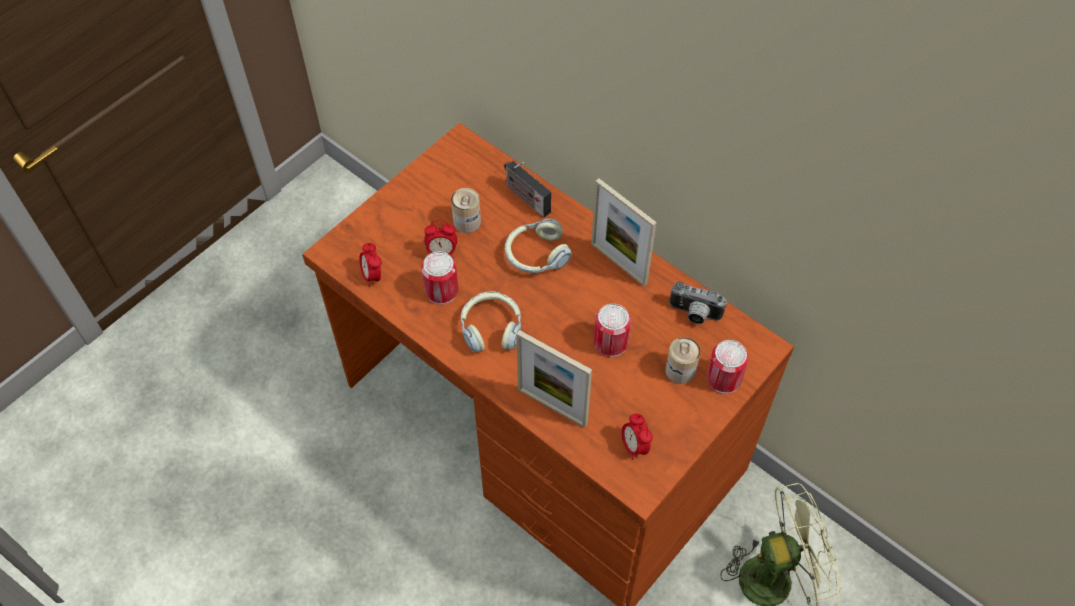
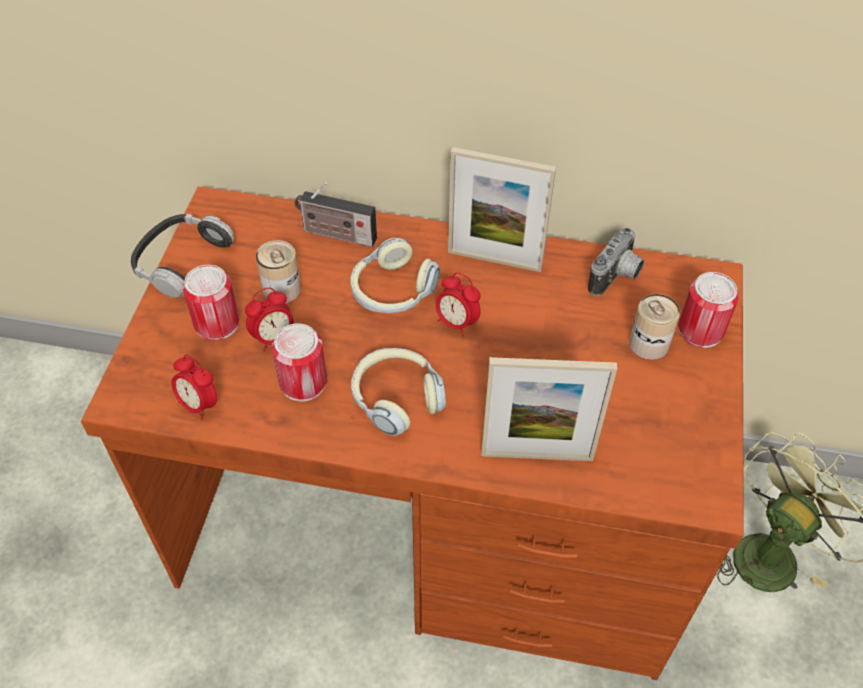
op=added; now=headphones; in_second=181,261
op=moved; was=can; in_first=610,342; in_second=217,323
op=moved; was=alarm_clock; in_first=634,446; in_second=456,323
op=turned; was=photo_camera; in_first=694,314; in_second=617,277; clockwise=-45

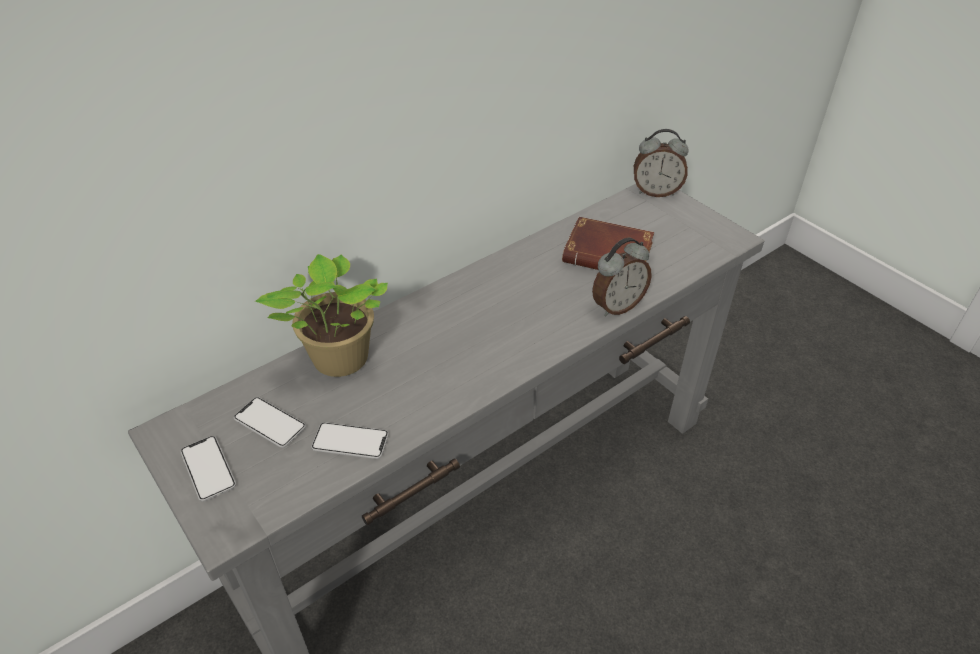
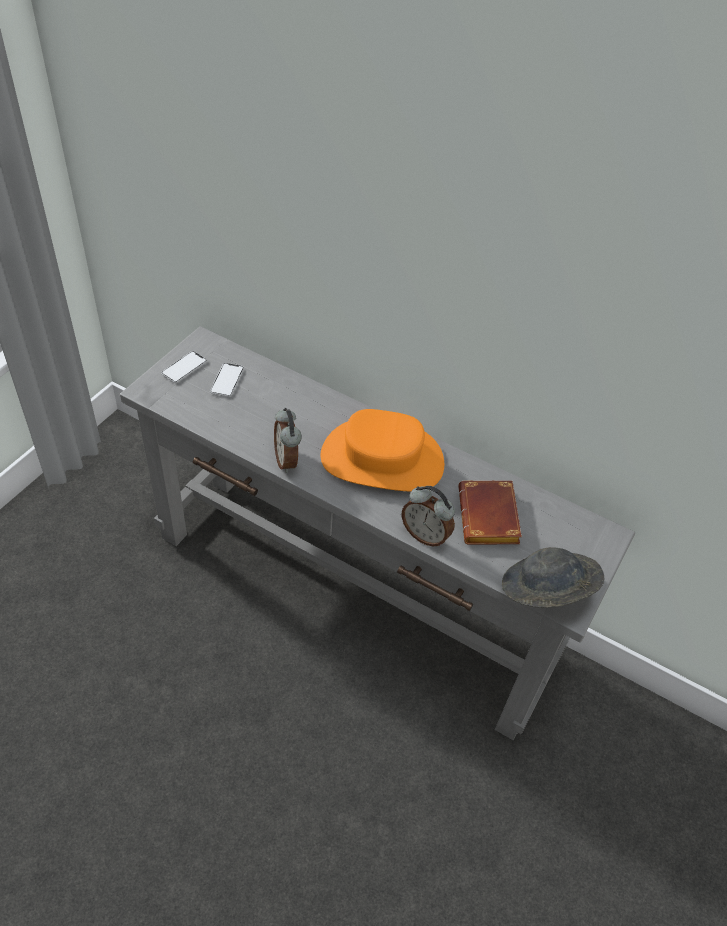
op=moved; was=alarm_clock; in_first=656,192; in_second=287,460
op=added; now=orange_hat; in_second=382,460
op=added; now=grey_hat; in_second=546,592
op=removed; was=potted_plant; in_first=337,361
op=removed; was=phone; in_first=350,441

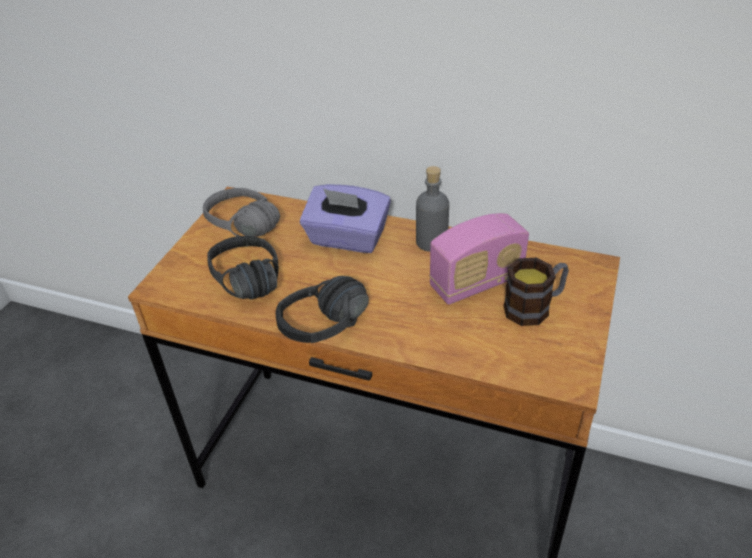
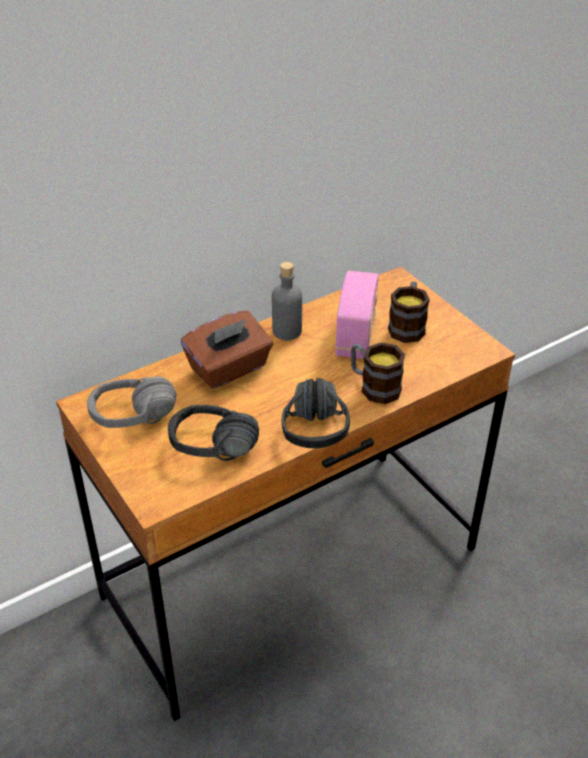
op=recoloured; was=purple_tissue_box; now=brown_tissue_box; in_first=347,239; in_second=229,369
op=added; now=mug; in_second=374,386

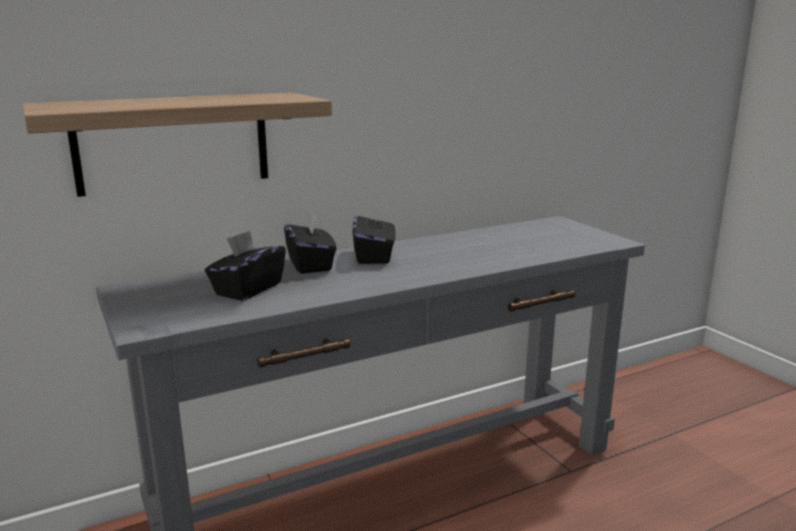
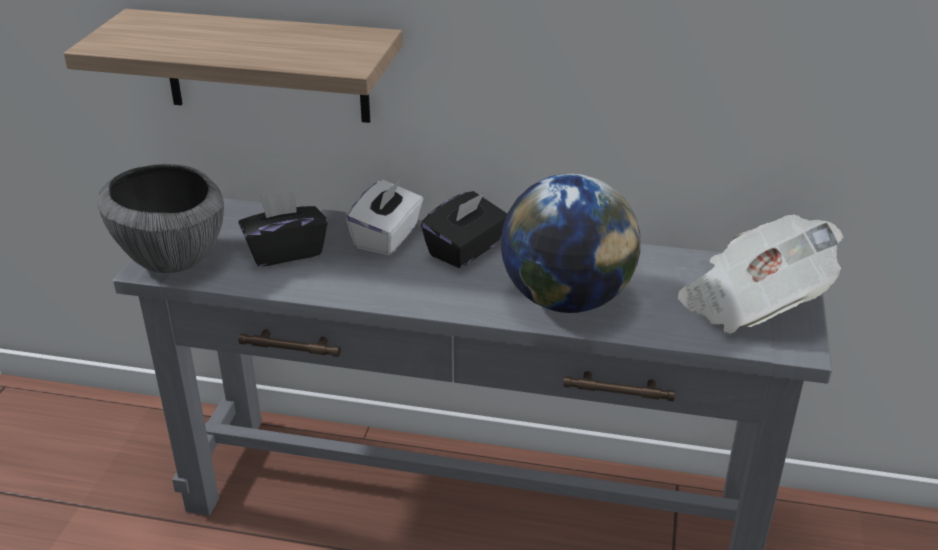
op=added; now=bowl; in_second=172,259
op=recoloured; was=black_tissue_box; now=white_tissue_box; in_first=311,264; in_second=387,237
op=added; now=globe; in_second=566,300
op=added; now=newspaper; in_second=752,304

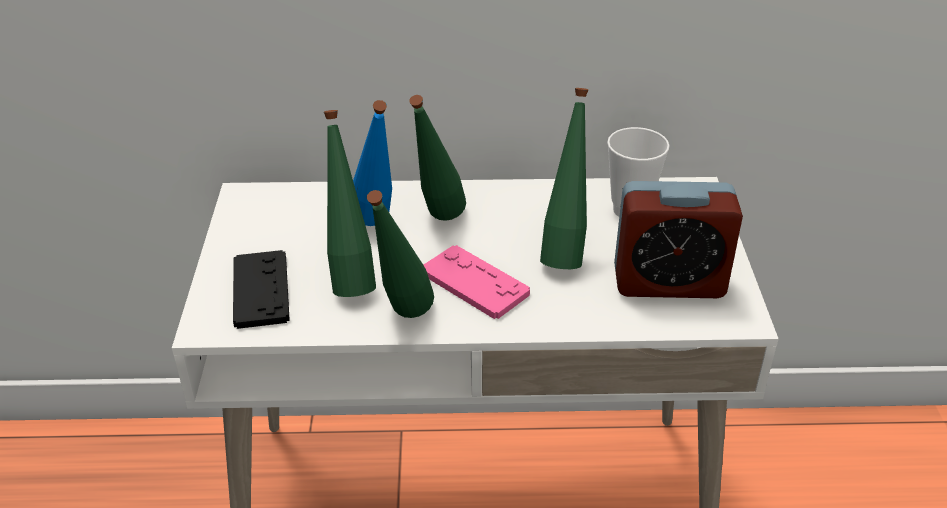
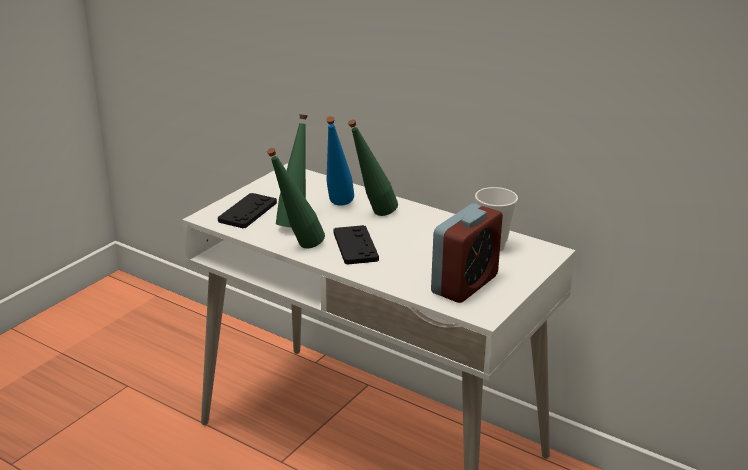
op=recoloured; was=pink_game_controller; now=black_game_controller; in_first=474,283; in_second=355,246
op=turned; was=alarm_clock; in_first=668,282; in_second=464,284; clockwise=-90
op=removed; was=green_bottle; in_first=564,253

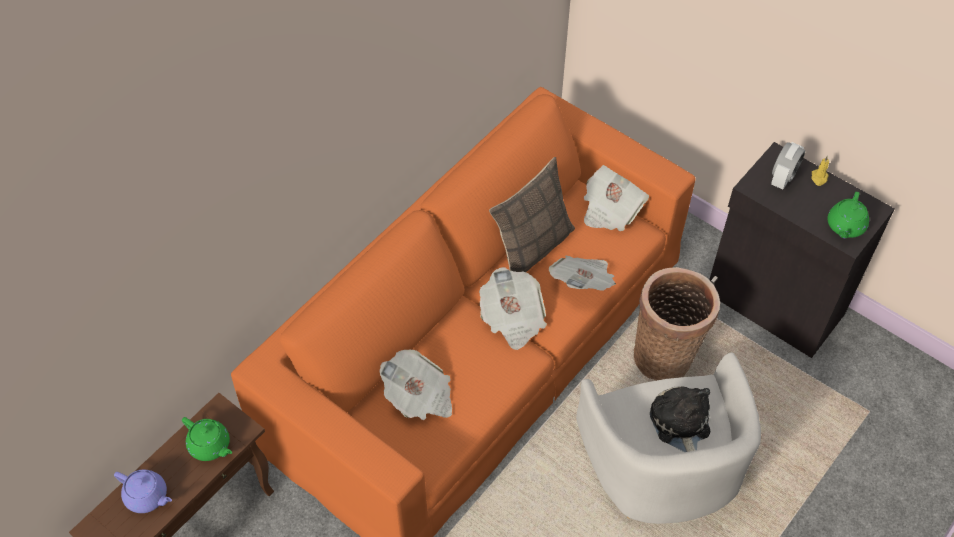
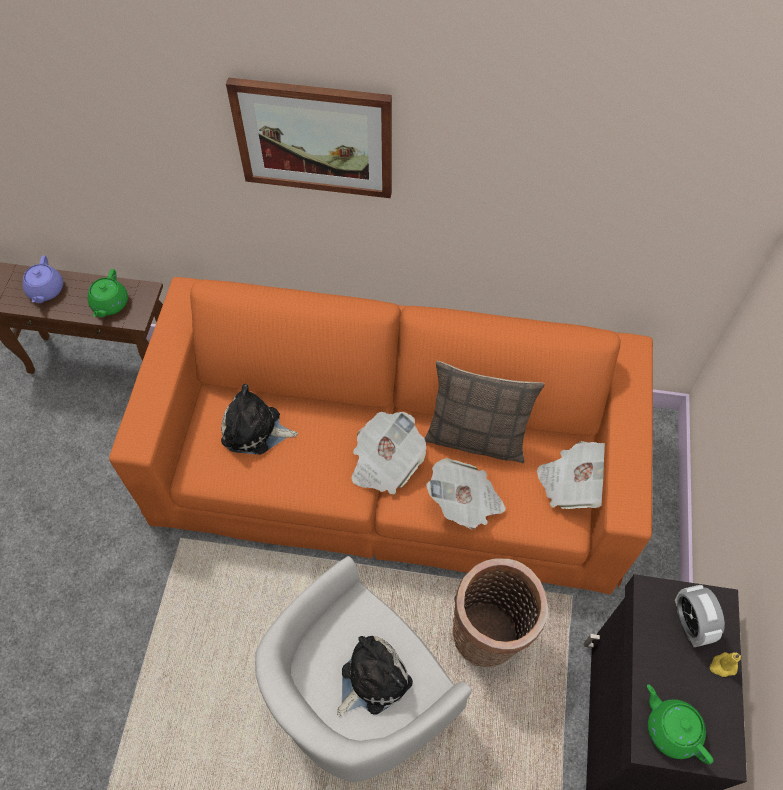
op=replaced; was=newspaper; now=plush_toy; in_first=419,397; in_second=255,430
op=added; now=picture; in_second=314,137
op=turned; was=green_teapot; in_first=845,226; in_second=671,729; clockwise=60
op=turned; was=alarm_clock; in_first=783,178; in_second=690,623; clockwise=75

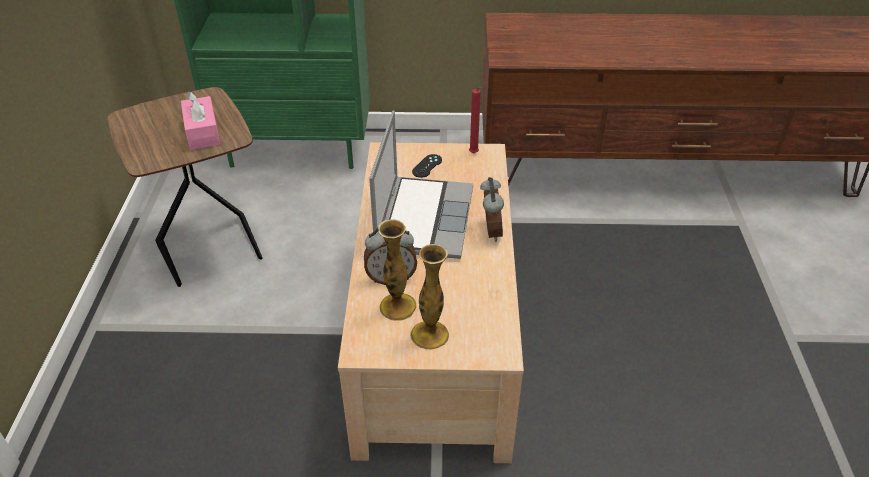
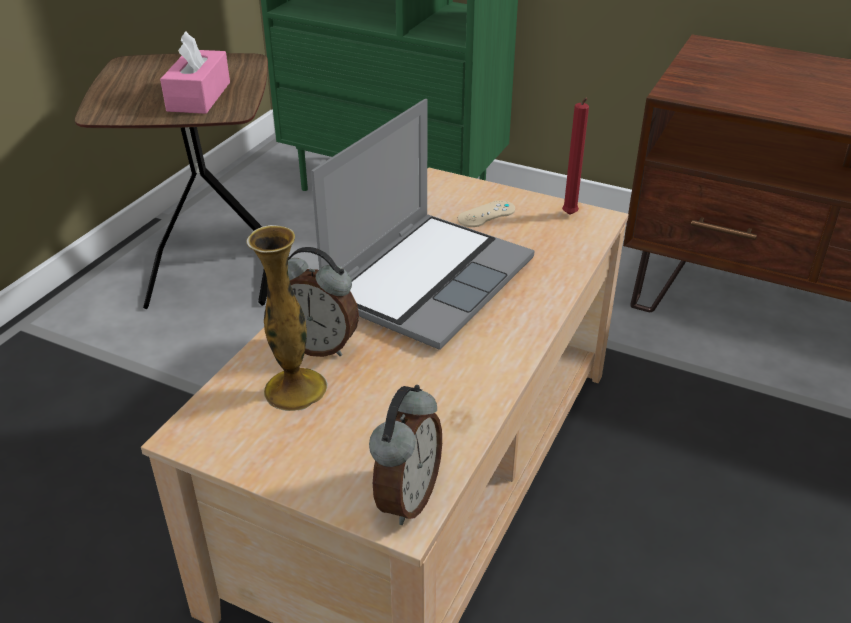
op=moved; was=alarm_clock; in_first=490,231; in_second=406,498
op=recoloured; was=black_game_controller; now=beige_game_controller; in_first=427,166; in_second=486,214
op=removed; was=vase; in_first=429,335

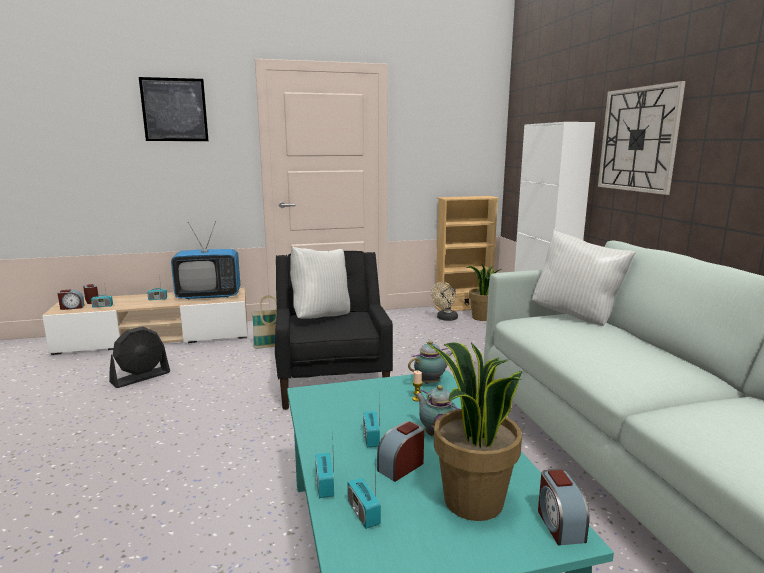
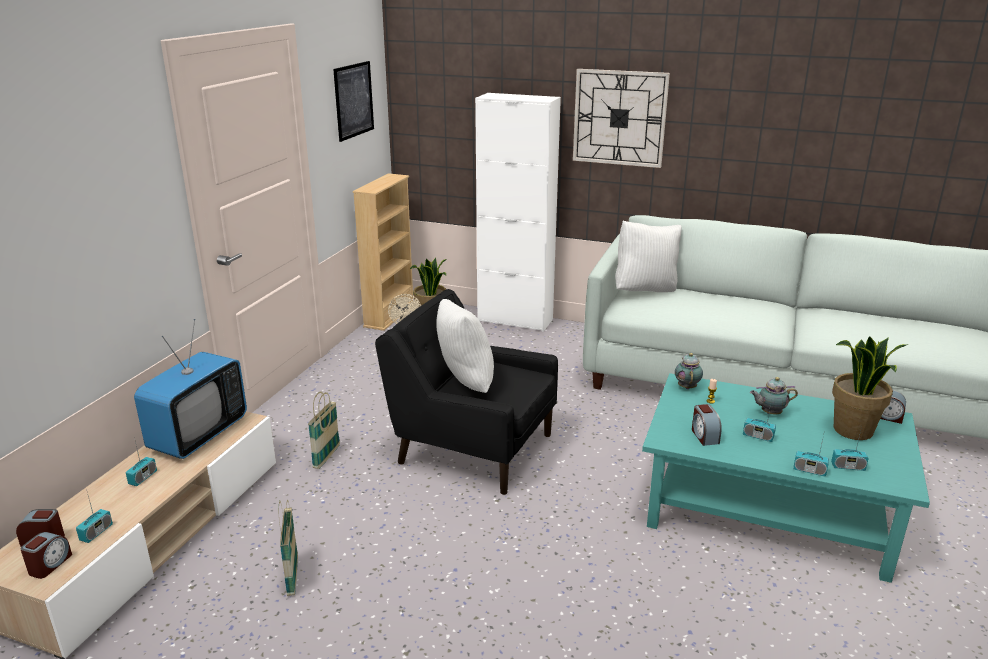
op=replaced; was=black_fan; now=basket; in_first=141,377; in_second=293,576
op=moved; was=picture; in_first=174,110; in_second=354,100
op=moved; was=alarm_clock; in_first=401,466; in_second=704,436

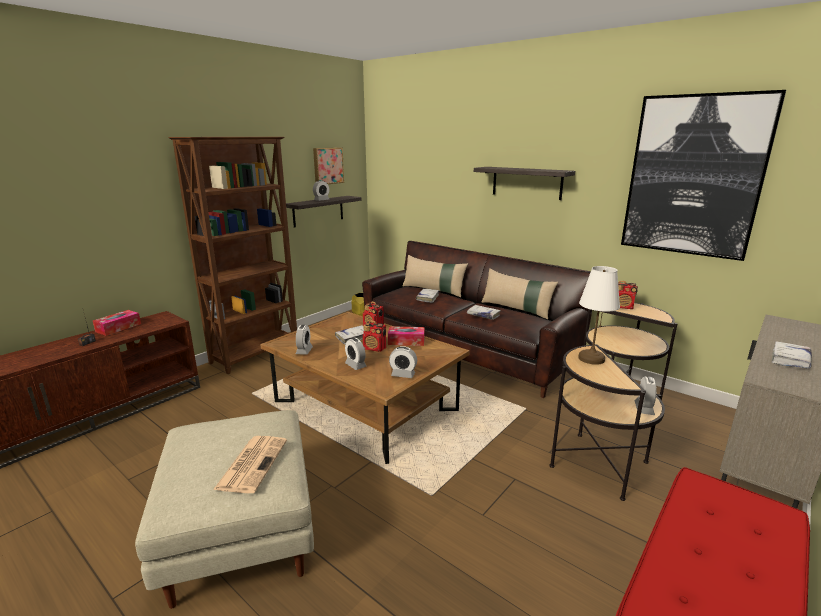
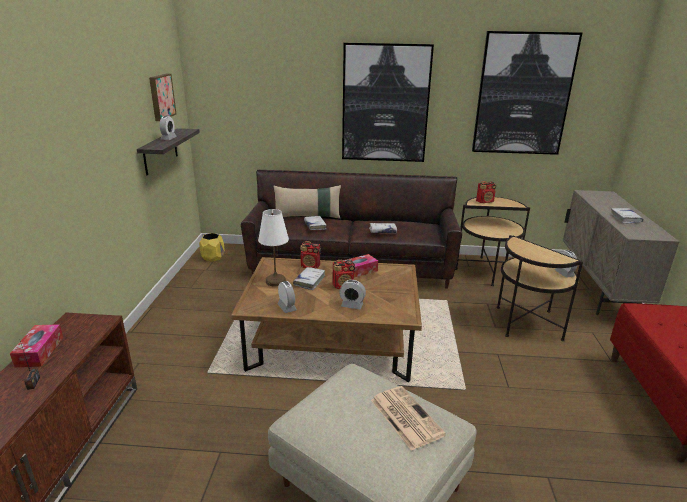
op=moved; was=white_table_lamp; in_first=590,358; in_second=275,281
op=replaced; was=shelf; now=picture; in_first=526,182; in_second=385,104
op=removed; was=brown_bookcase; in_first=256,354
op=removed; was=alarm_clock; in_first=403,374
op=removed; was=beige_pillow; in_first=516,309

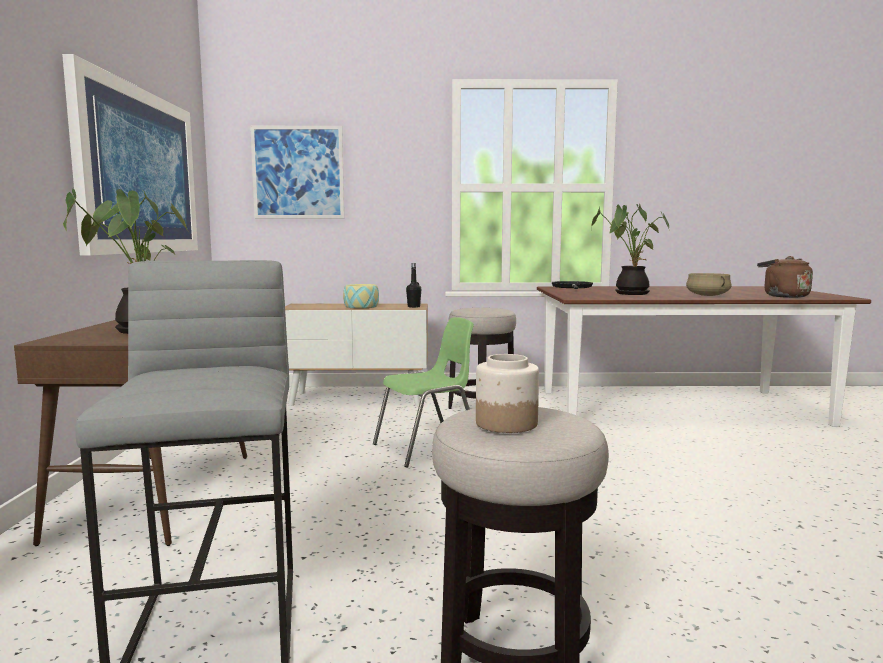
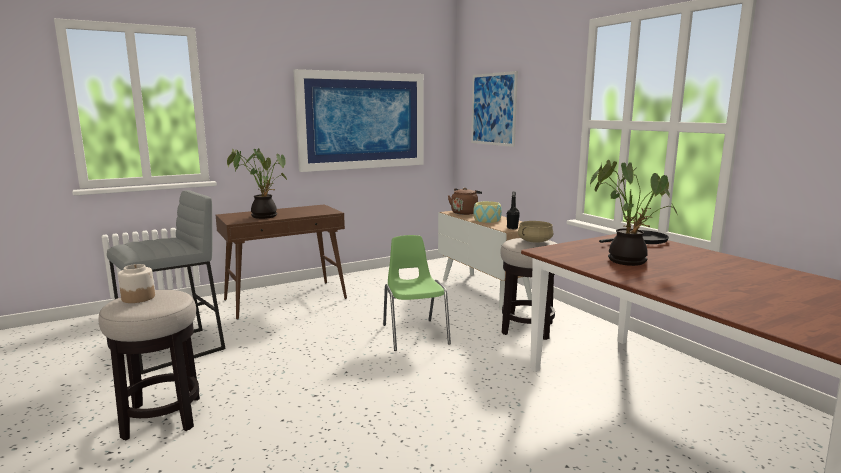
op=turned; was=green_chair; in_first=428,448; in_second=414,334; clockwise=-135
op=moved; was=brown_kettle; in_first=783,296; in_second=464,212
op=moved; was=beige_cooking_pot; in_first=708,295; in_second=535,241

